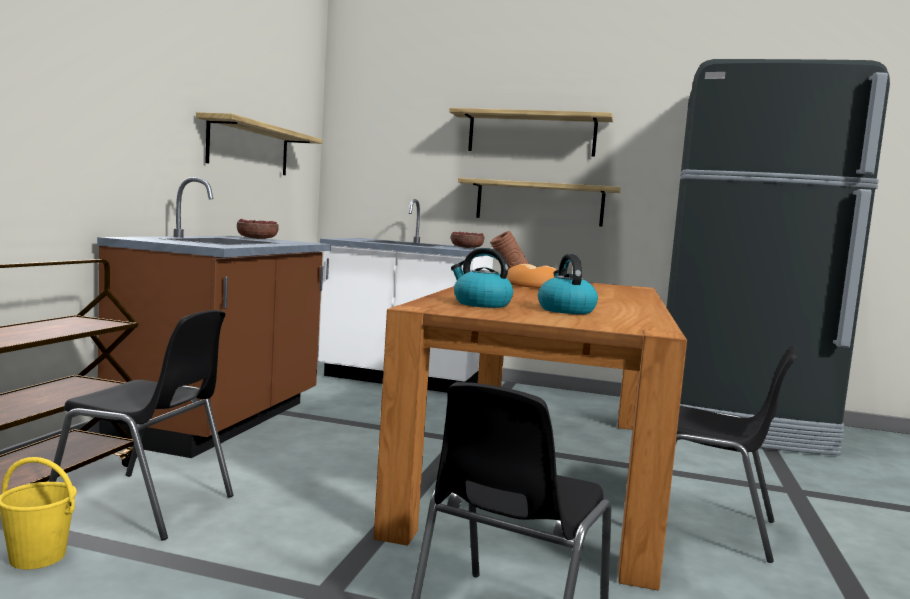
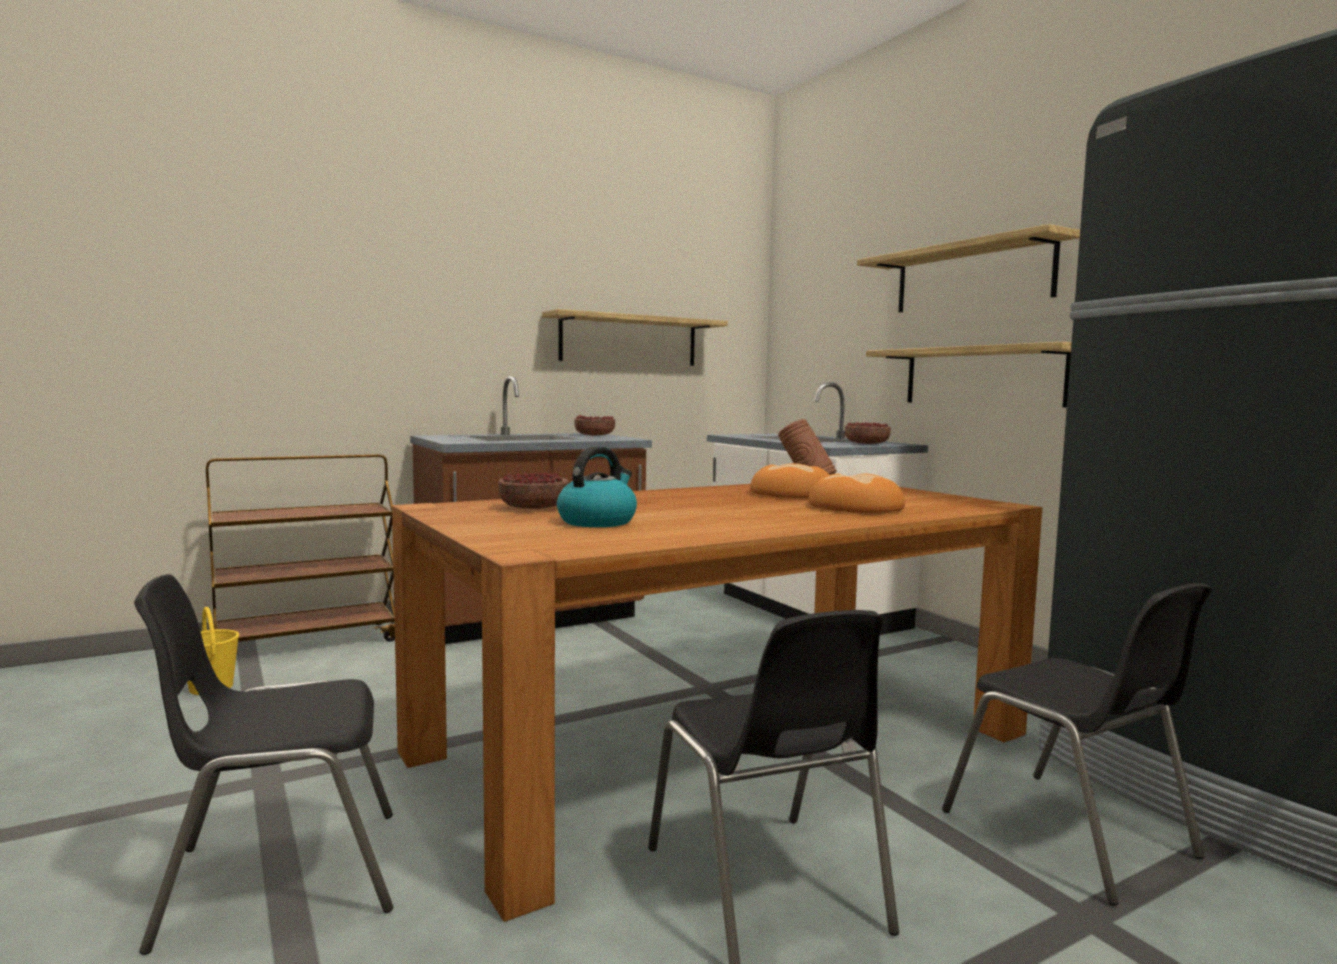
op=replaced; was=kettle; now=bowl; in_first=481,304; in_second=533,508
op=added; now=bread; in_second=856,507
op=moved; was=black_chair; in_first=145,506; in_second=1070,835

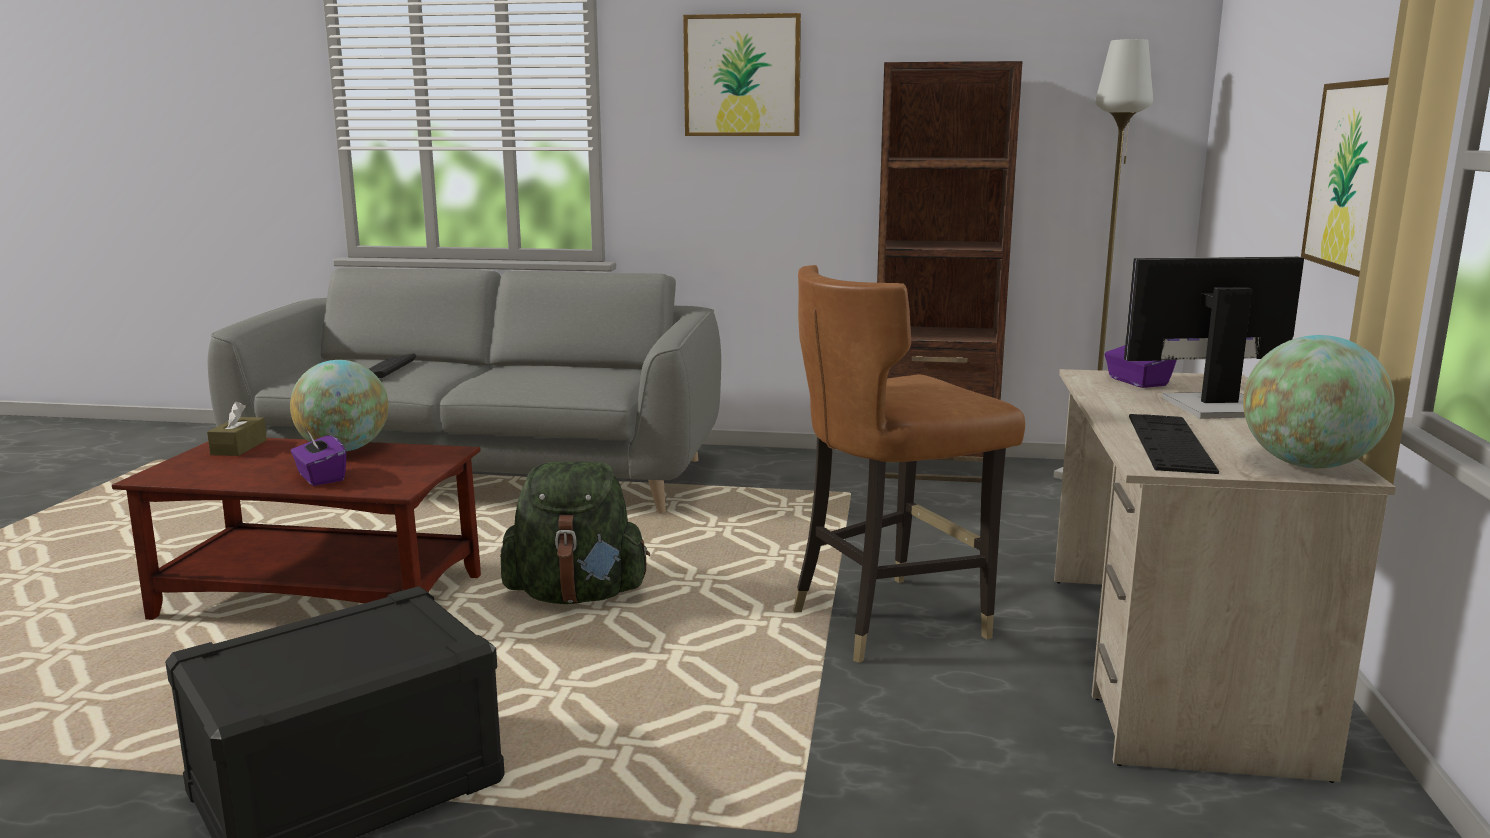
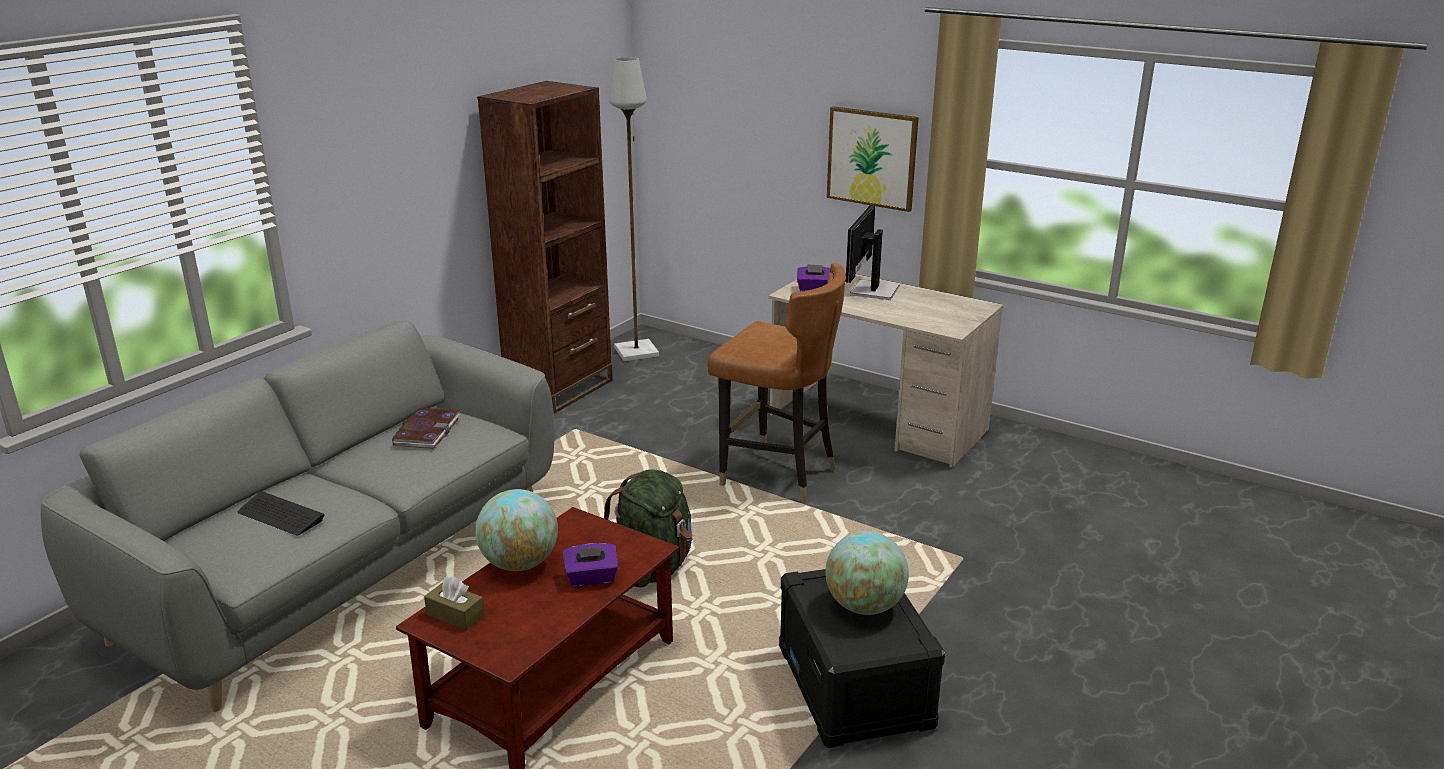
op=added; now=book; in_second=426,431
op=turned; was=brown_chair; in_first=889,620; in_second=777,474; clockwise=-60
op=moved; was=globe; in_first=1307,465; in_second=864,606
op=removed; was=picture; in_first=742,76
op=removed; was=keyboard; in_first=1169,443

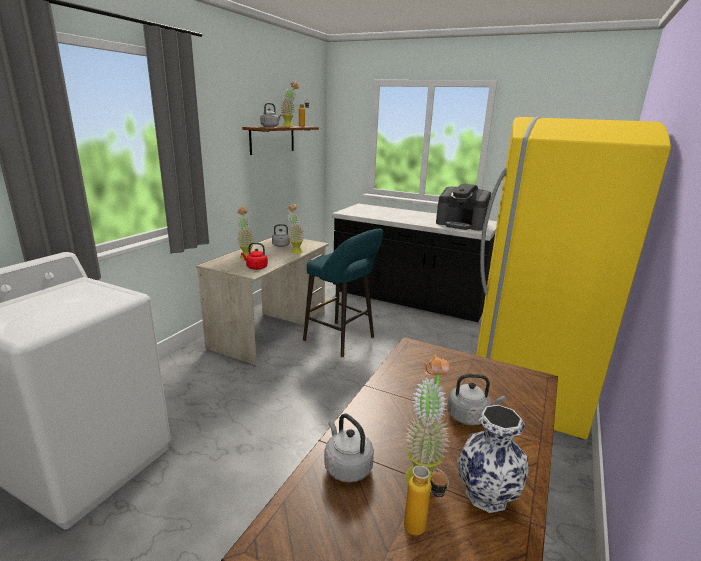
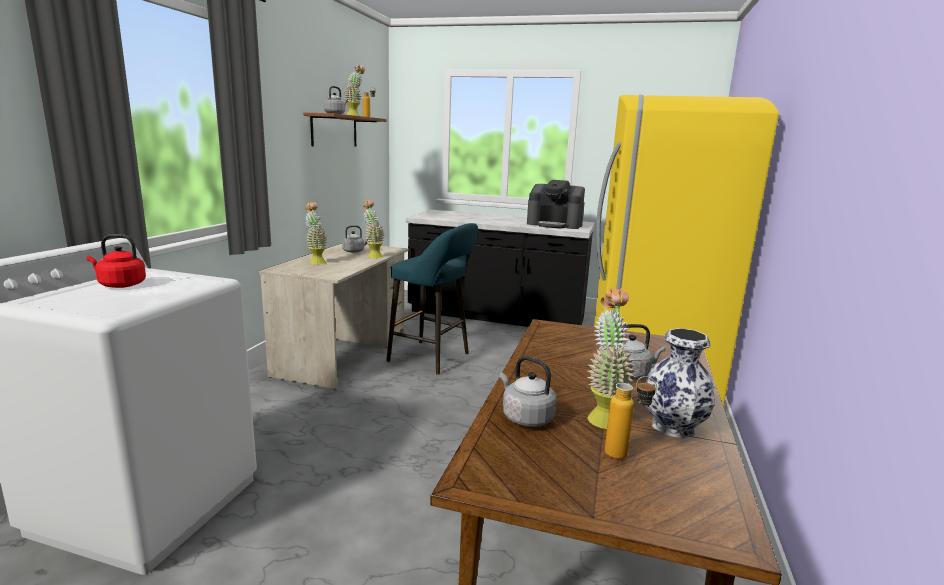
op=moved; was=red_kettle; in_first=255,267; in_second=120,285

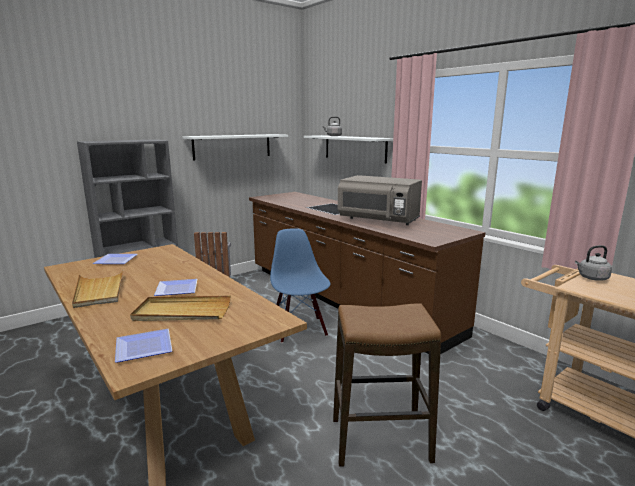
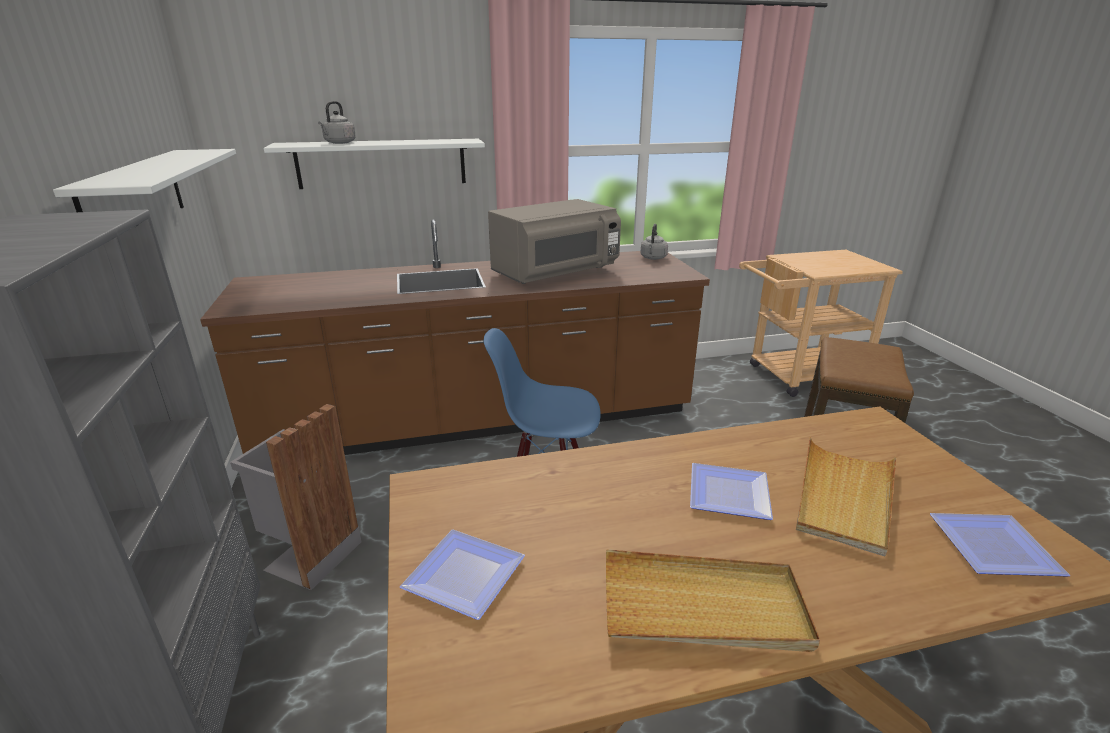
op=moved; was=grey_kettle; in_first=591,278; in_second=653,258

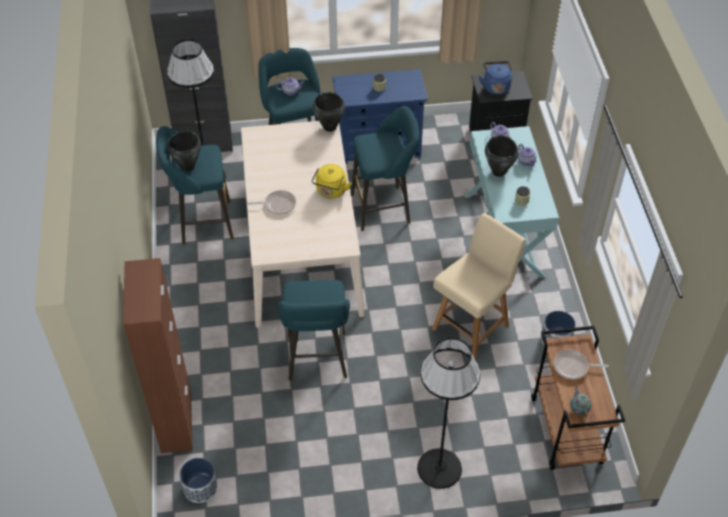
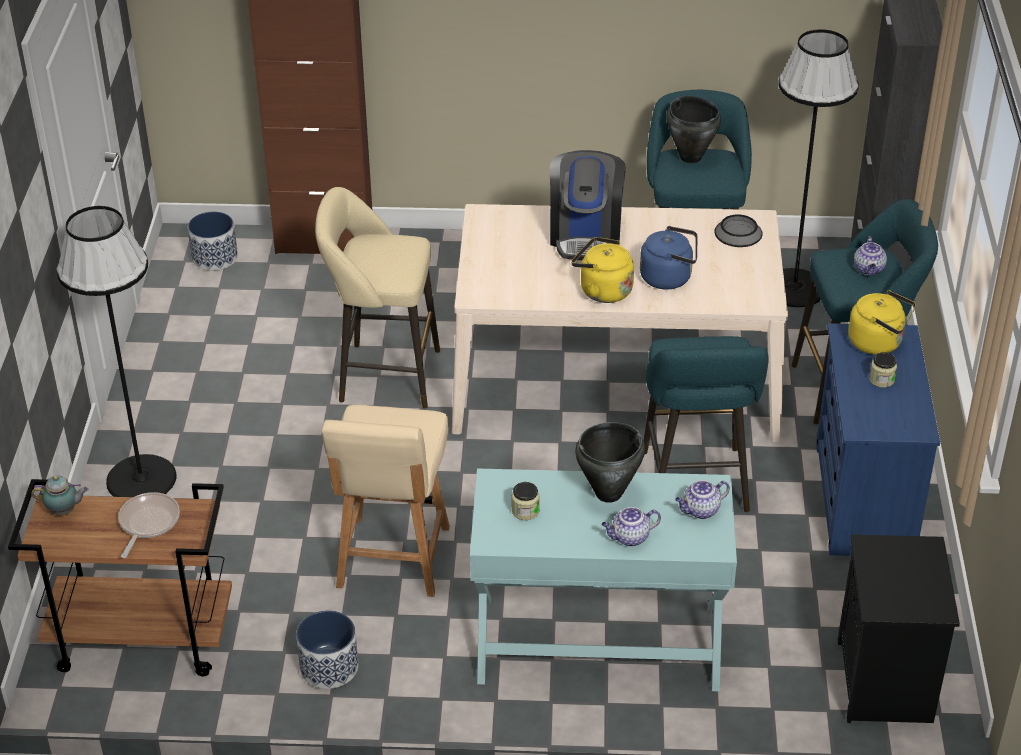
op=recoloured; was=turquoise_stool; now=beige_stool; in_first=317,360; in_second=382,375
op=turned; was=beige_chair; in_first=472,326; in_second=392,559; clockwise=45
op=replaced; was=frying_pan; now=coffee_machine; in_first=278,204; in_second=585,235
op=moved; was=blue_kettle; in_first=495,87; in_second=669,277
op=added; now=bowl; in_second=738,233
op=added; now=yellow_kettle; in_second=878,343
op=removed; was=black_cooking_pot; in_first=329,127

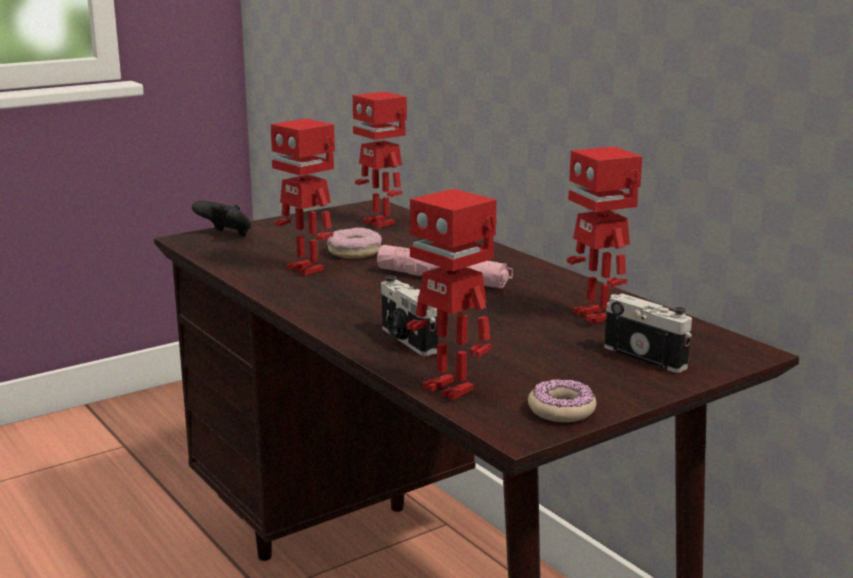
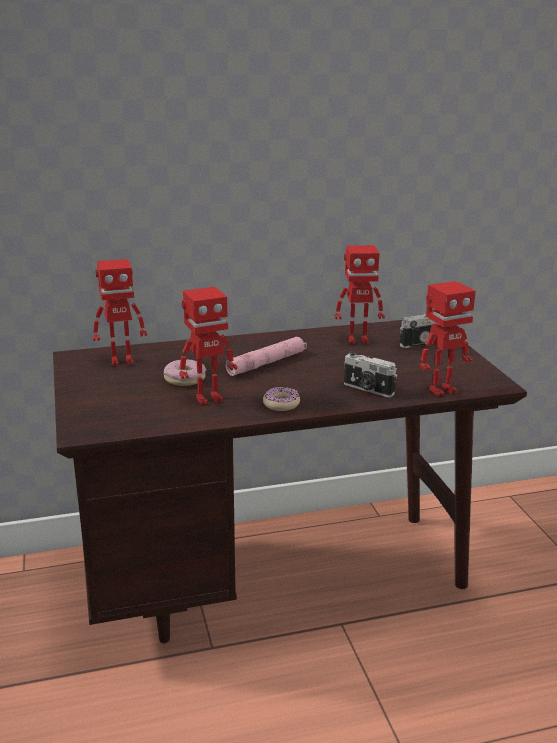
op=moved; was=donut; in_first=561,410; in_second=281,404
op=turned; was=photo_camera; in_first=406,340; in_second=368,389; clockwise=45
op=removed; was=black_game_controller; in_first=226,235

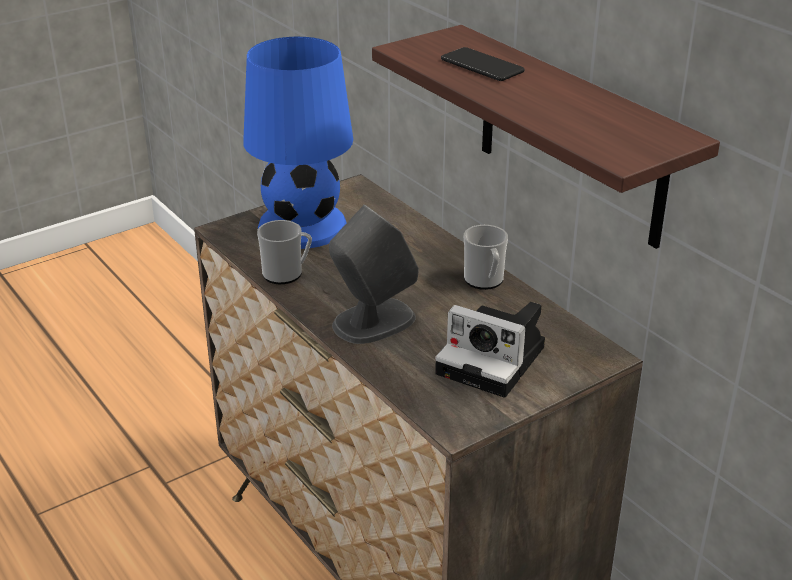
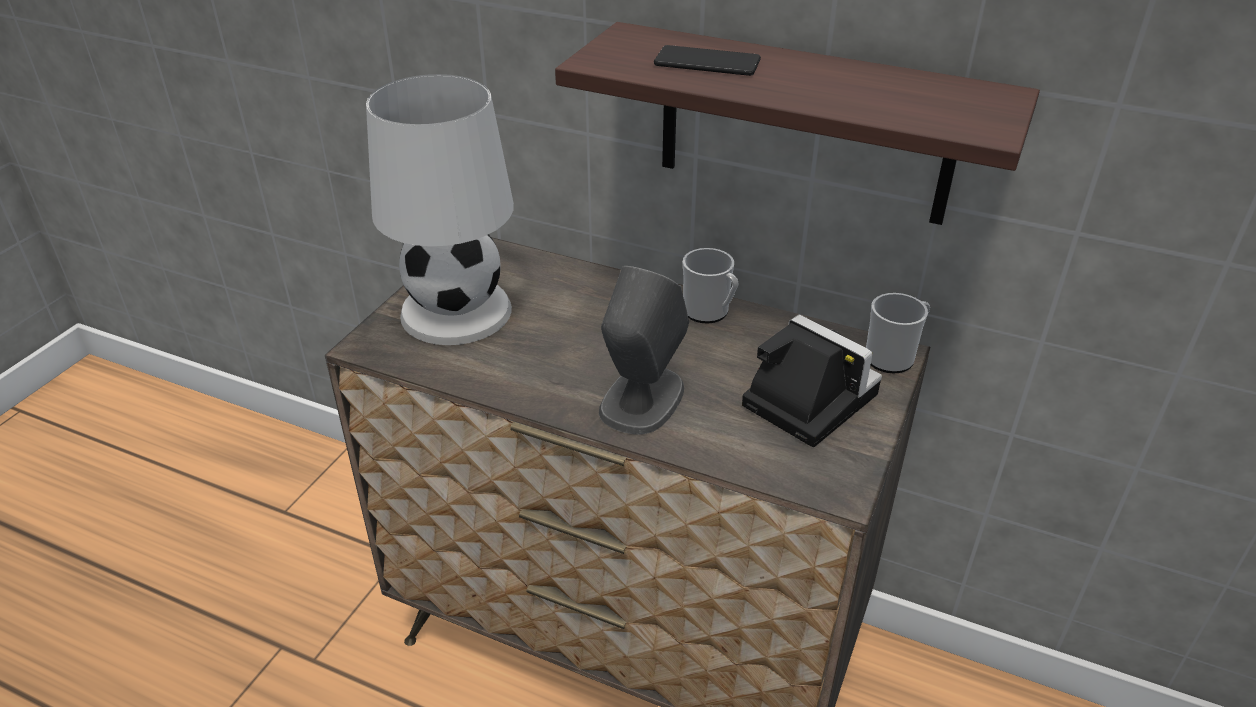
op=recoloured; was=blue_table_lamp; now=white_table_lamp; in_first=303,225; in_second=456,310
op=turned; was=photo_camera; in_first=495,361; in_second=804,398; clockwise=-135
op=moved; was=mug; in_first=287,274; in_second=894,357

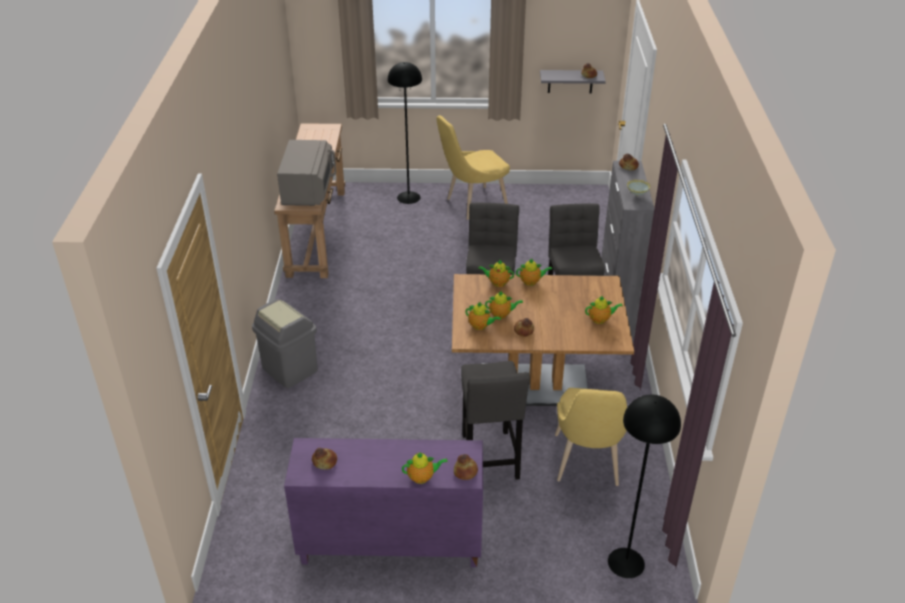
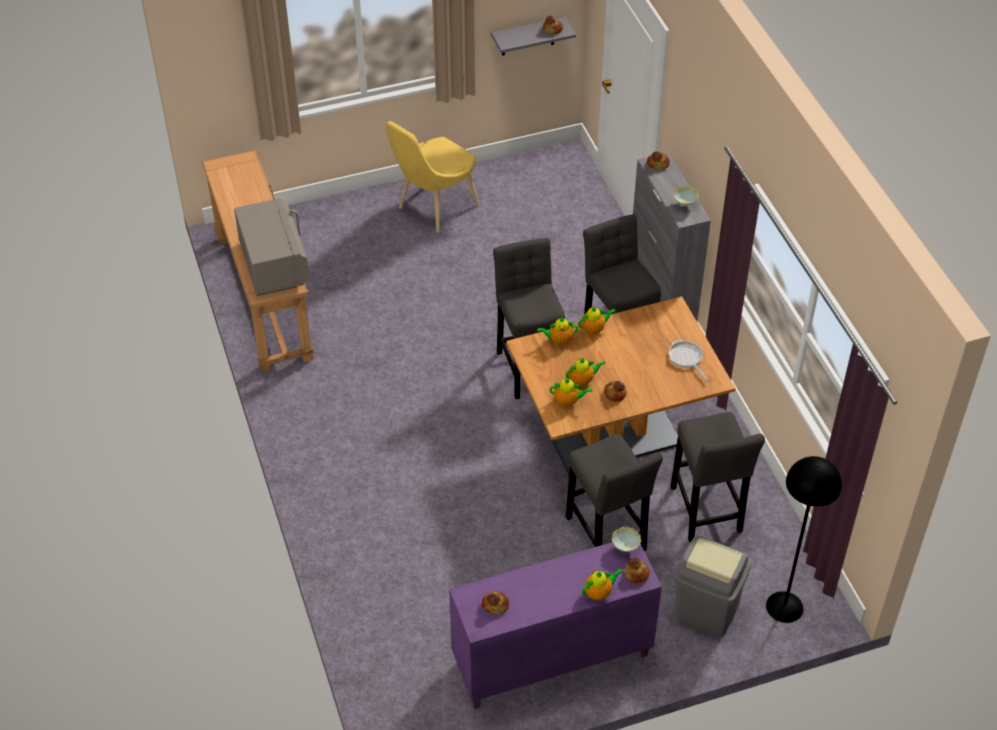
op=added; now=bowl; in_second=625,548
op=replaced; was=teapot; now=frying_pan; in_first=600,319; in_second=686,358
op=replaced; was=yellow_chair; now=grey_stool; in_first=587,464; in_second=706,513
op=moved; was=grey_trash_can; in_first=289,369; in_second=706,609
op=removed; was=black_floor_lamp; in_first=408,197

